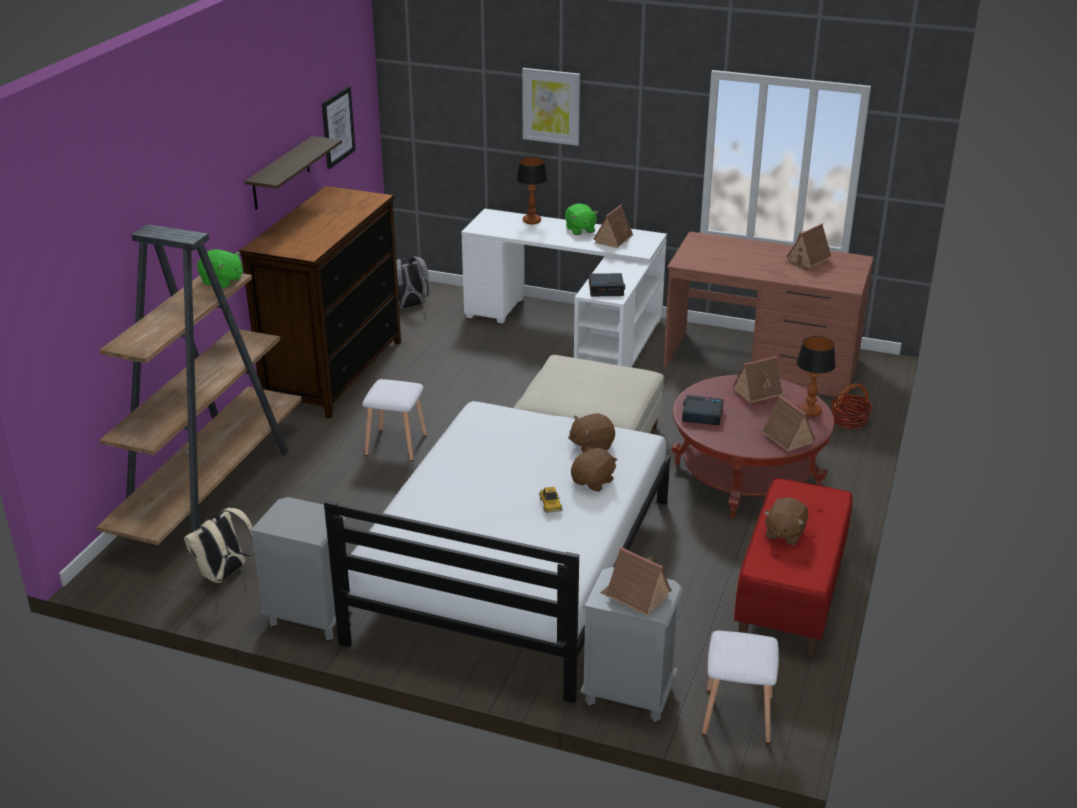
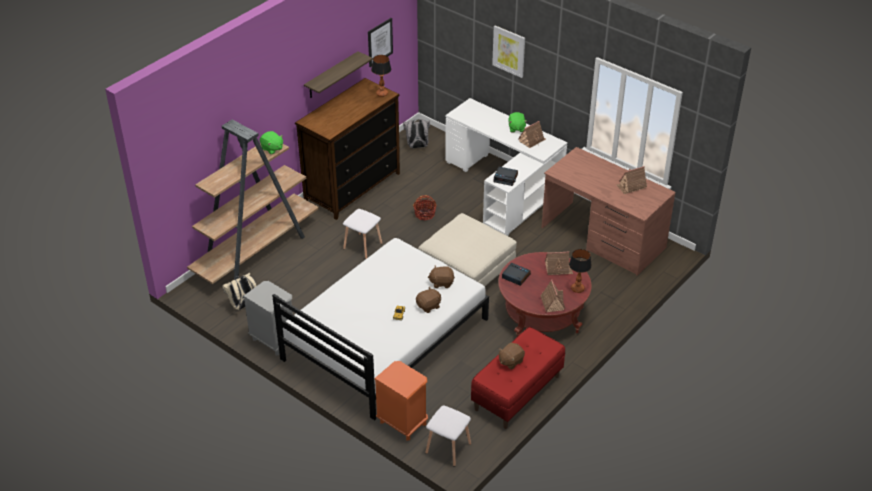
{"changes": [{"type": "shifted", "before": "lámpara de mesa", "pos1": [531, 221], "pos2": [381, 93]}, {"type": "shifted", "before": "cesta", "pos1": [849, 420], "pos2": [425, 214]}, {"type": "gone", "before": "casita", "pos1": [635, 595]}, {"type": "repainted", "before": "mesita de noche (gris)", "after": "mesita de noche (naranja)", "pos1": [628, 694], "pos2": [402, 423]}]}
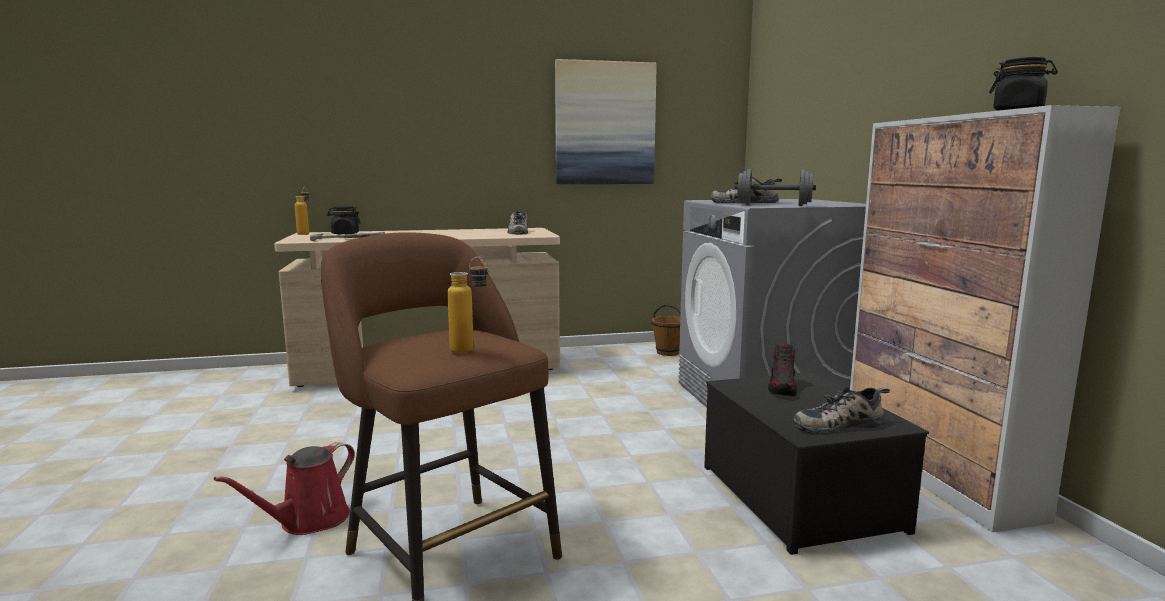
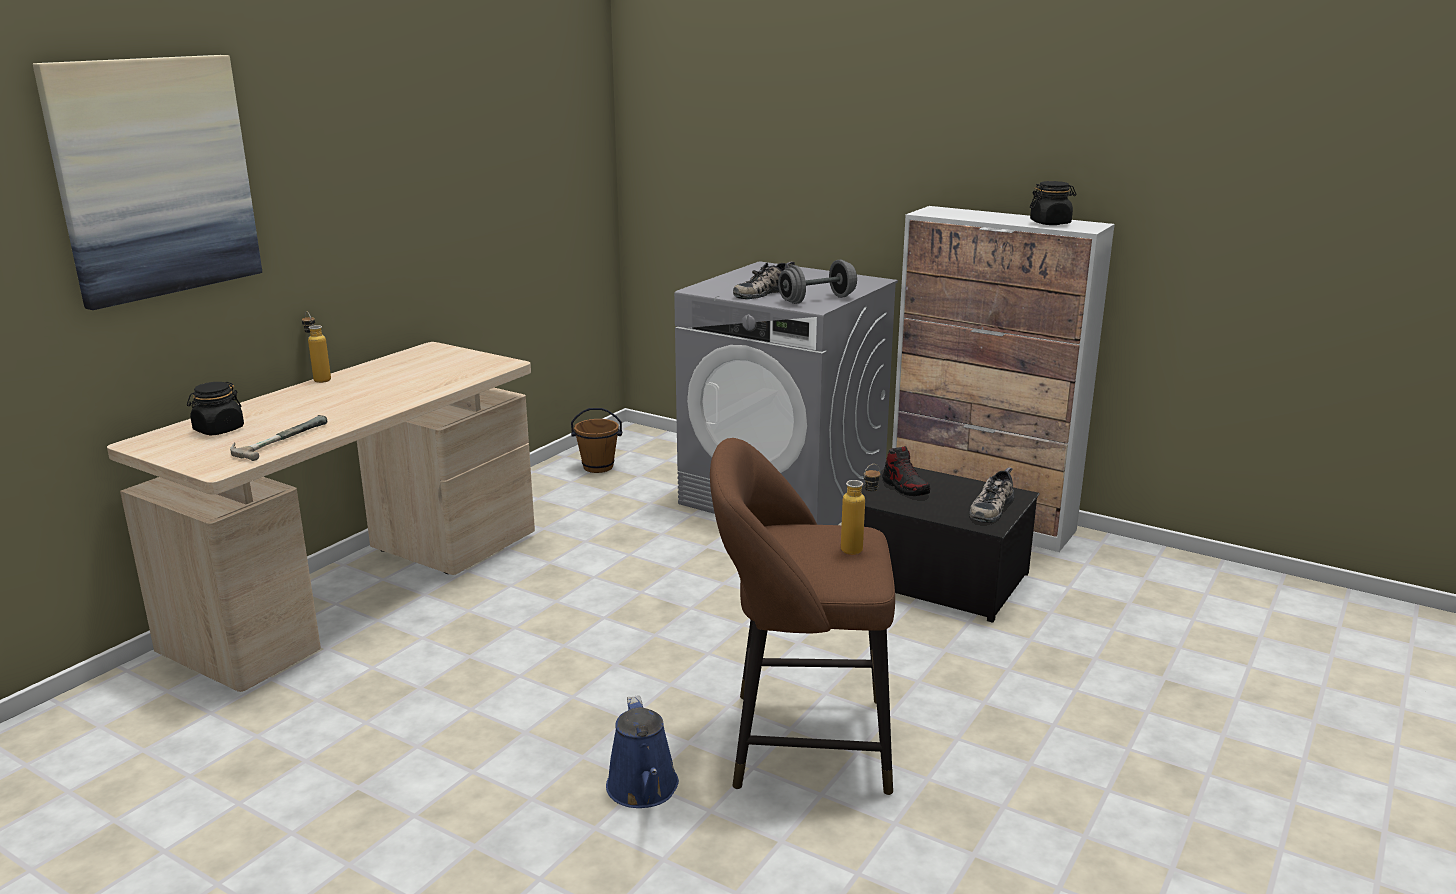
{"changes": [{"type": "shifted", "before": "cuadro", "pos1": [605, 124], "pos2": [154, 178]}, {"type": "shifted", "before": "botella", "pos1": [305, 233], "pos2": [319, 379]}, {"type": "gone", "before": "zapato", "pos1": [517, 232]}, {"type": "repainted", "before": "regadera (rojo)", "after": "regadera (azul)", "pos1": [309, 521], "pos2": [643, 790]}]}
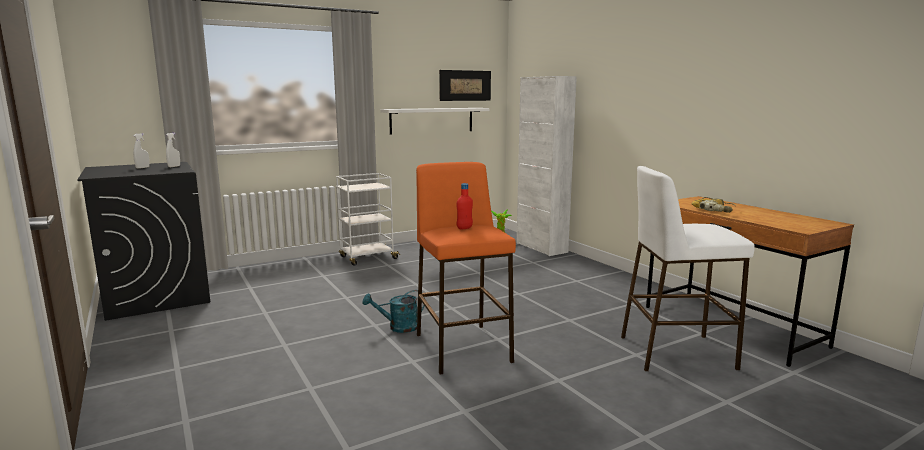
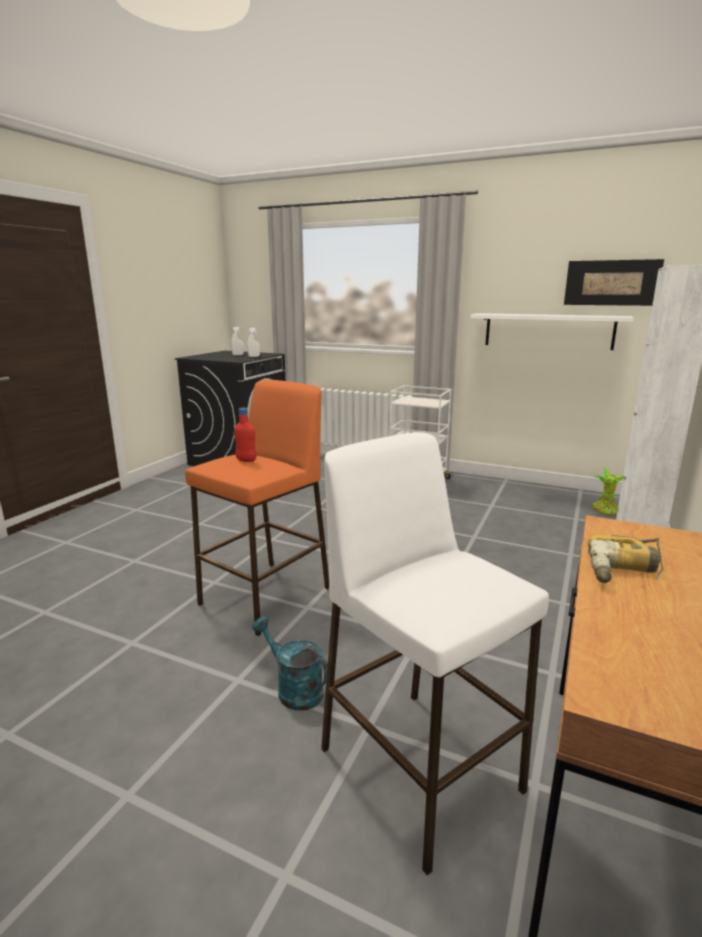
{"changes": [{"type": "shifted", "before": "regadera (turquesa)", "pos1": [398, 327], "pos2": [293, 689]}]}
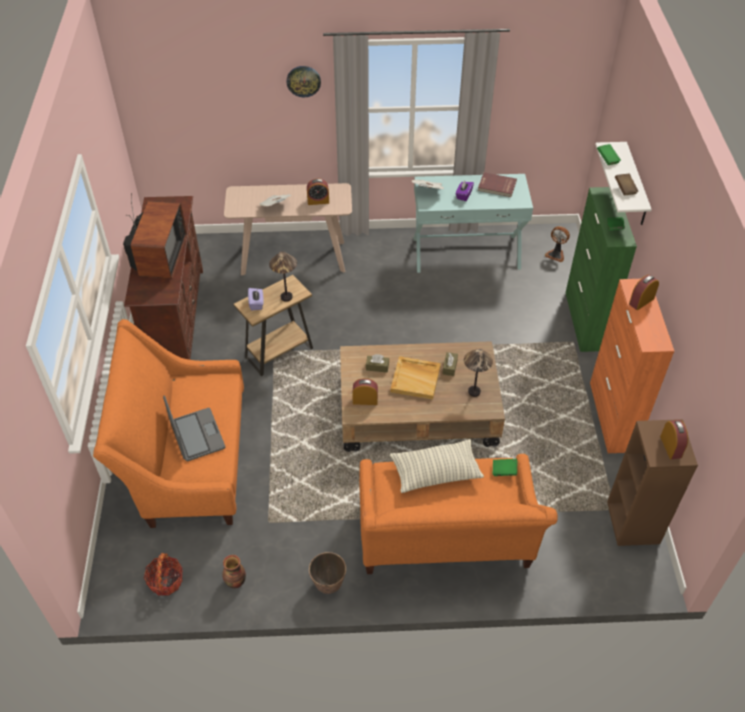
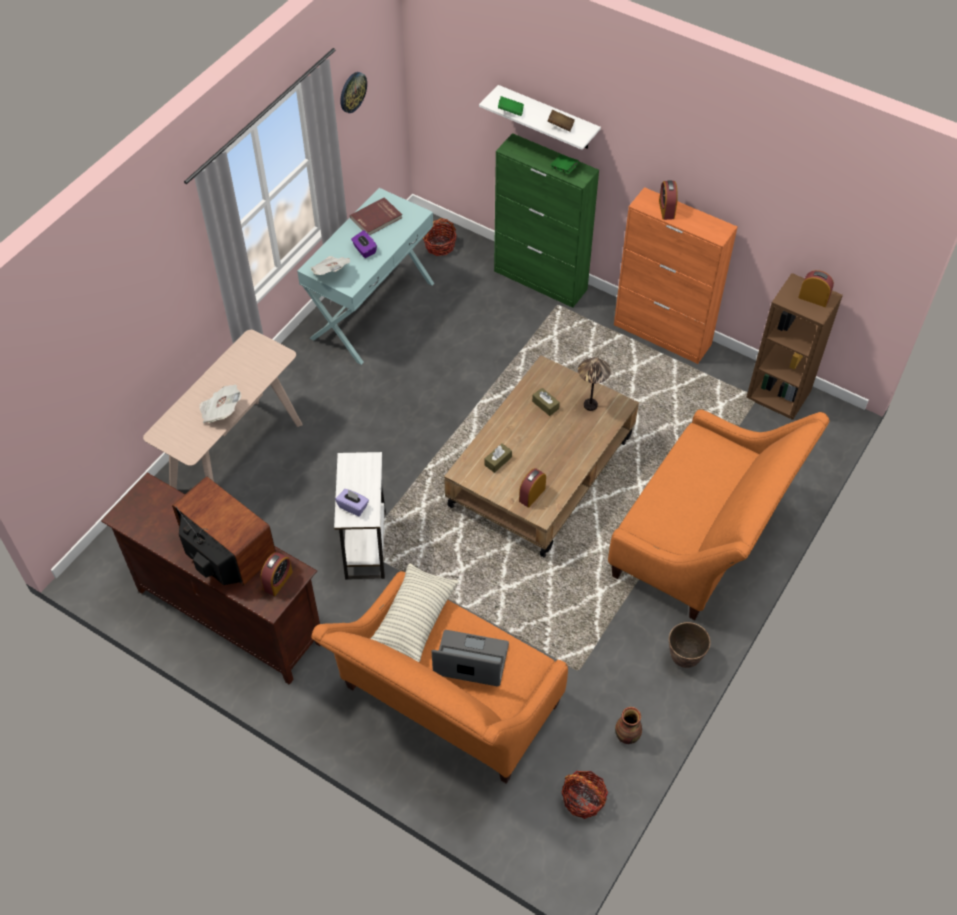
{"changes": [{"type": "shifted", "before": "reloj de pared", "pos1": [303, 81], "pos2": [352, 92]}, {"type": "shifted", "before": "despertador", "pos1": [318, 201], "pos2": [278, 581]}, {"type": "swapped", "before": "ventilador", "after": "cesta", "pos1": [556, 254], "pos2": [440, 246]}, {"type": "gone", "before": "lámpara de mesa", "pos1": [286, 297]}, {"type": "repainted", "before": "mesa auxiliar (marrón)", "after": "mesa auxiliar (blanco)", "pos1": [279, 353], "pos2": [365, 545]}, {"type": "gone", "before": "bandeja (beis)", "pos1": [416, 379]}, {"type": "shifted", "before": "cojín", "pos1": [435, 472], "pos2": [414, 619]}, {"type": "gone", "before": "libro (verde)", "pos1": [504, 471]}]}
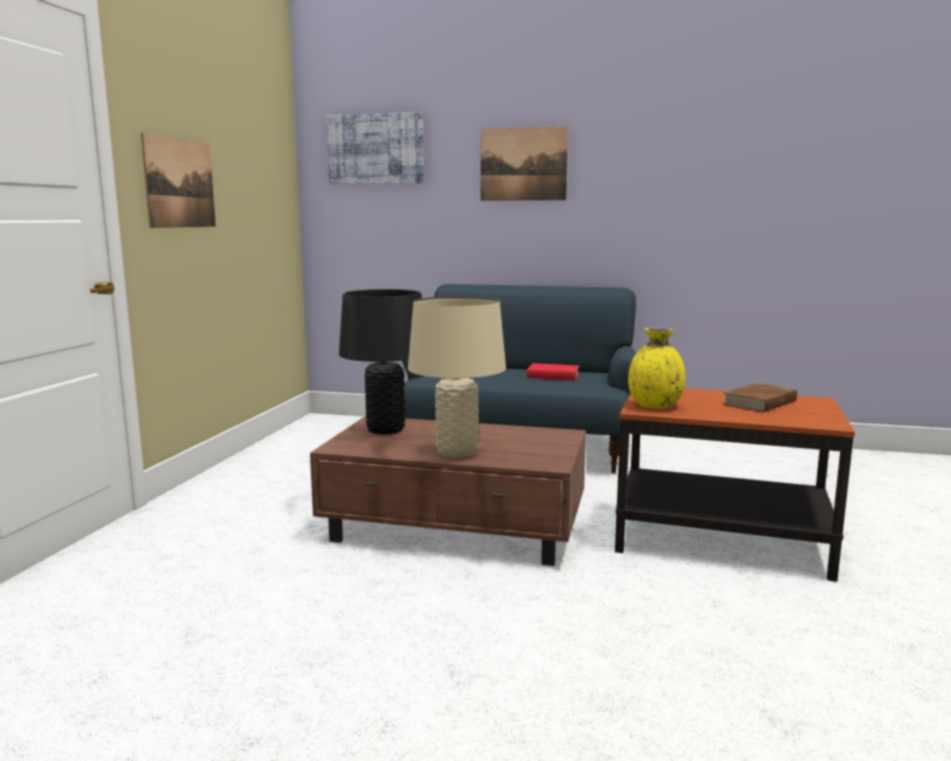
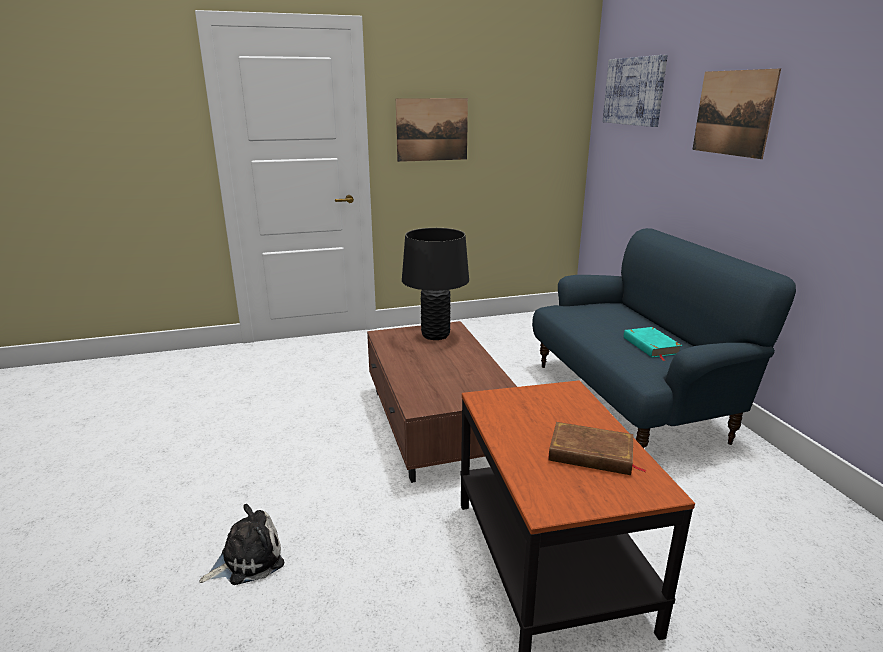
{"changes": [{"type": "gone", "before": "lámpara de mesa (beis)", "pos1": [457, 452]}, {"type": "gone", "before": "florero (amarillo)", "pos1": [655, 406]}, {"type": "repainted", "before": "libro (rojo)", "after": "libro (turquesa)", "pos1": [553, 376], "pos2": [651, 346]}, {"type": "new", "after": "peluche", "pos2": [247, 559]}]}
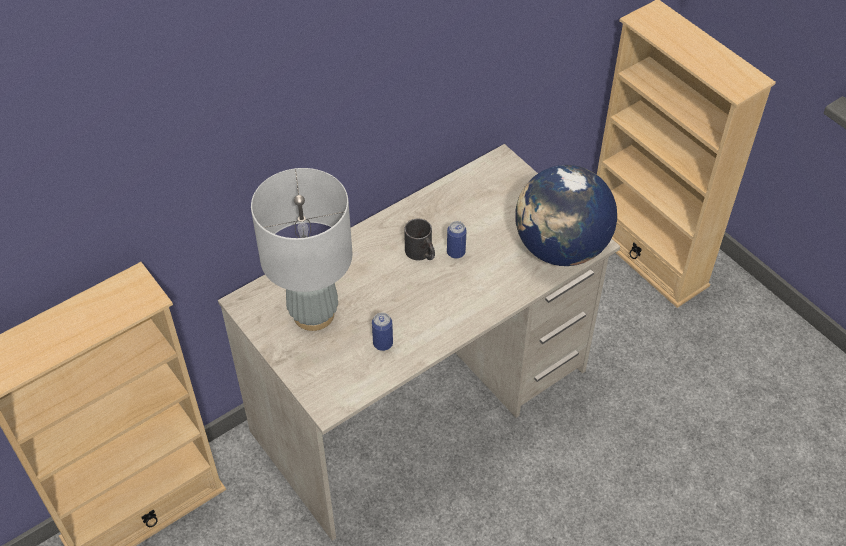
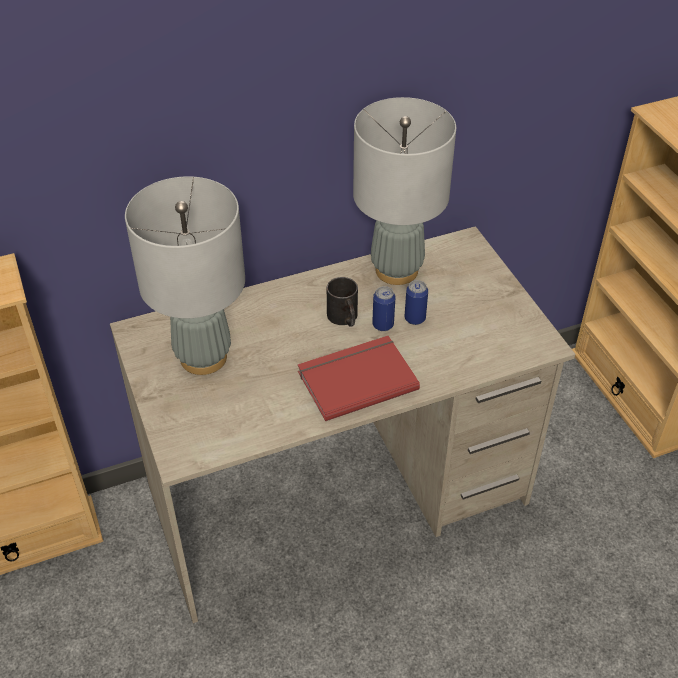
{"changes": [{"type": "gone", "before": "globo terráqueo", "pos1": [560, 248]}, {"type": "shifted", "before": "lata", "pos1": [383, 344], "pos2": [415, 318]}, {"type": "new", "after": "lámpara de mesa (gris)", "pos2": [396, 270]}, {"type": "new", "after": "libro (rojo)", "pos2": [355, 378]}]}
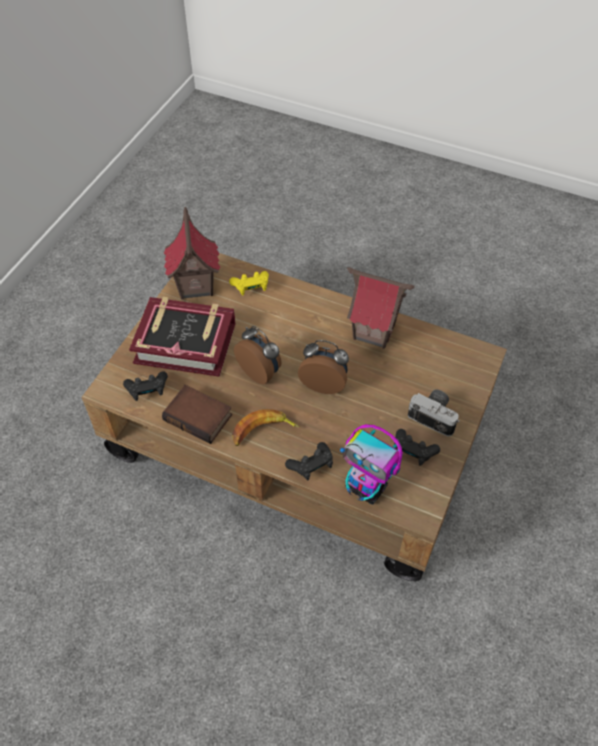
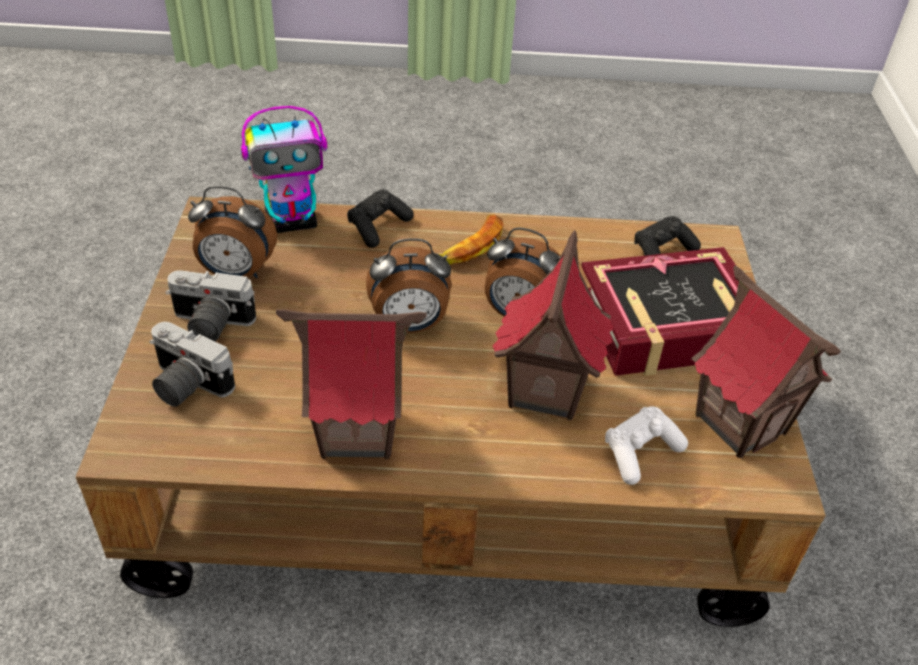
{"changes": [{"type": "repainted", "before": "mando de consola (amarillo)", "after": "mando de consola (blanco)", "pos1": [251, 287], "pos2": [640, 453]}, {"type": "gone", "before": "libro", "pos1": [200, 417]}, {"type": "rotated", "before": "robot de juguete", "pos1": [367, 488], "pos2": [292, 222], "turn": 150}, {"type": "swapped", "before": "mando de consola (negro)", "after": "despertador", "pos1": [413, 451], "pos2": [236, 273]}, {"type": "new", "after": "casita", "pos2": [544, 391]}, {"type": "new", "after": "cámara", "pos2": [185, 386]}]}
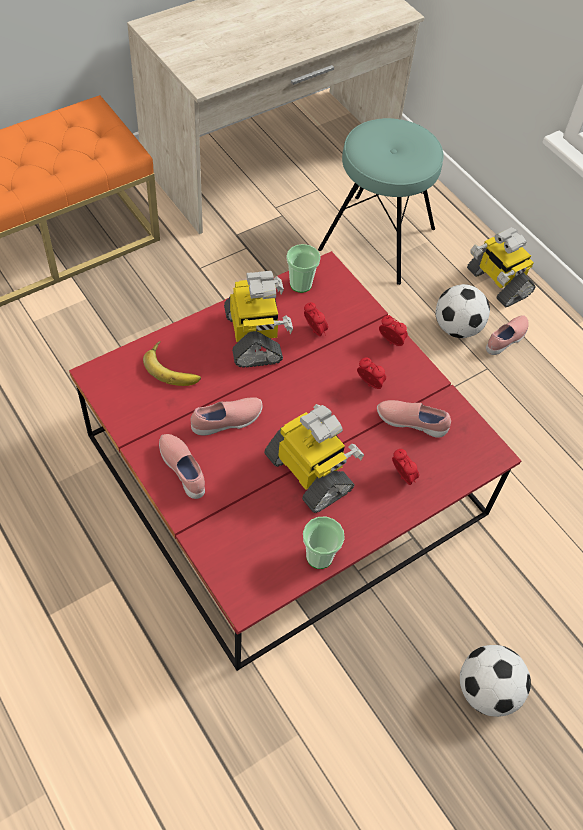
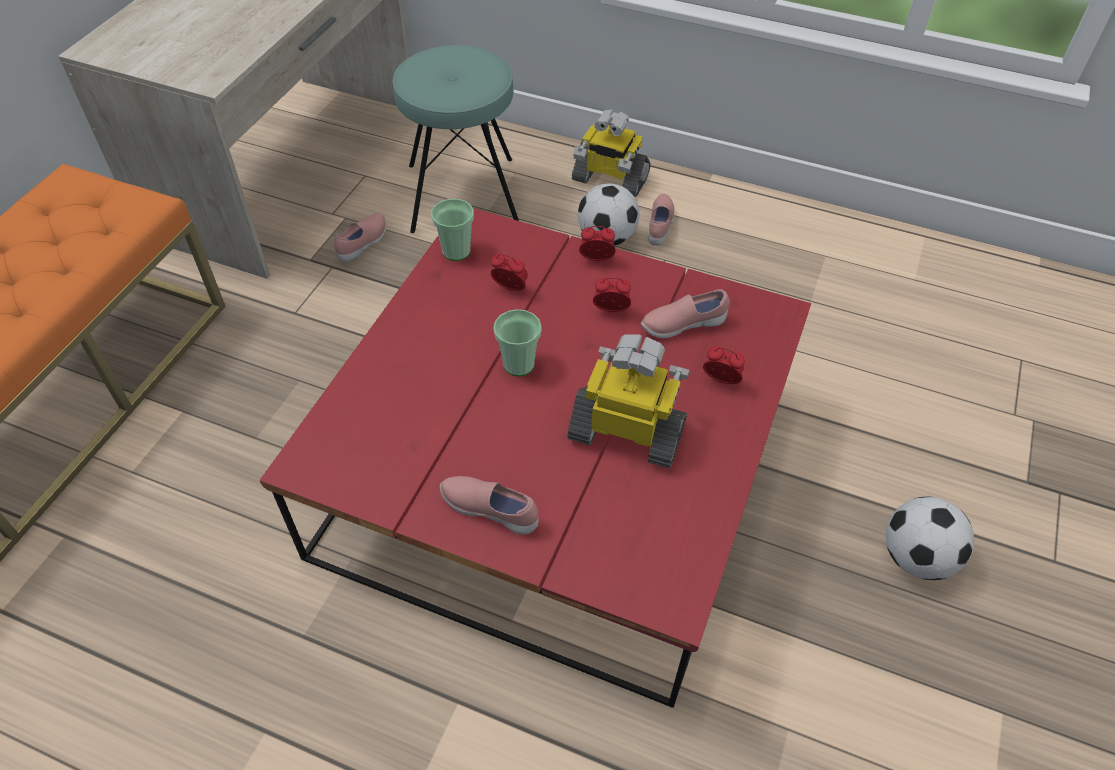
{"changes": [{"type": "gone", "before": "robot de juguete", "pos1": [254, 337]}, {"type": "gone", "before": "plátano", "pos1": [173, 367]}, {"type": "shifted", "before": "zapato (rosa)", "pos1": [227, 422], "pos2": [363, 244]}, {"type": "shifted", "before": "taza", "pos1": [319, 556], "pos2": [518, 364]}]}
